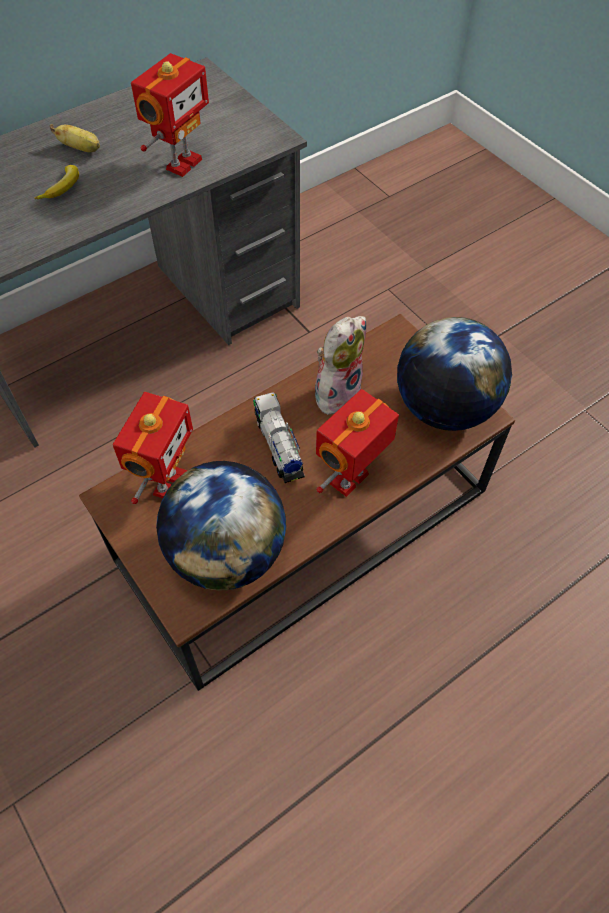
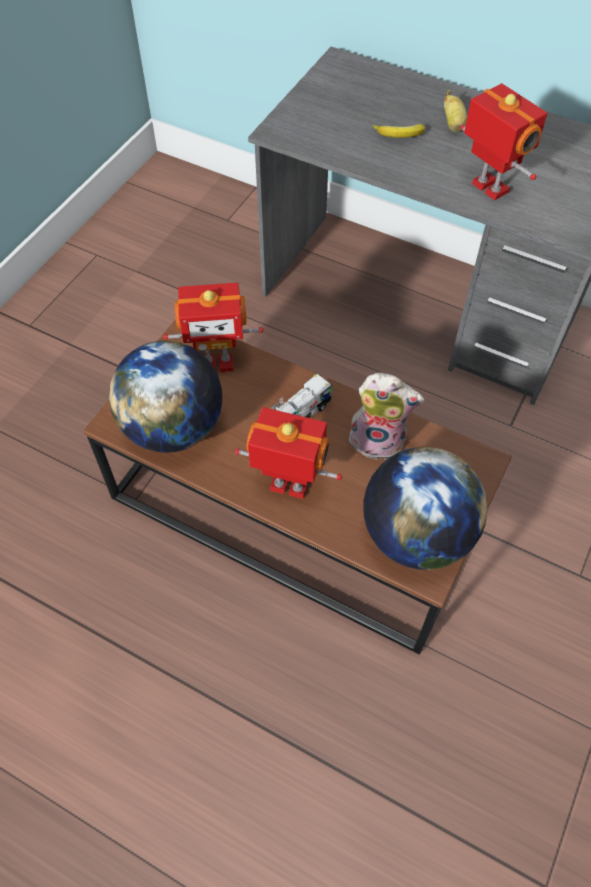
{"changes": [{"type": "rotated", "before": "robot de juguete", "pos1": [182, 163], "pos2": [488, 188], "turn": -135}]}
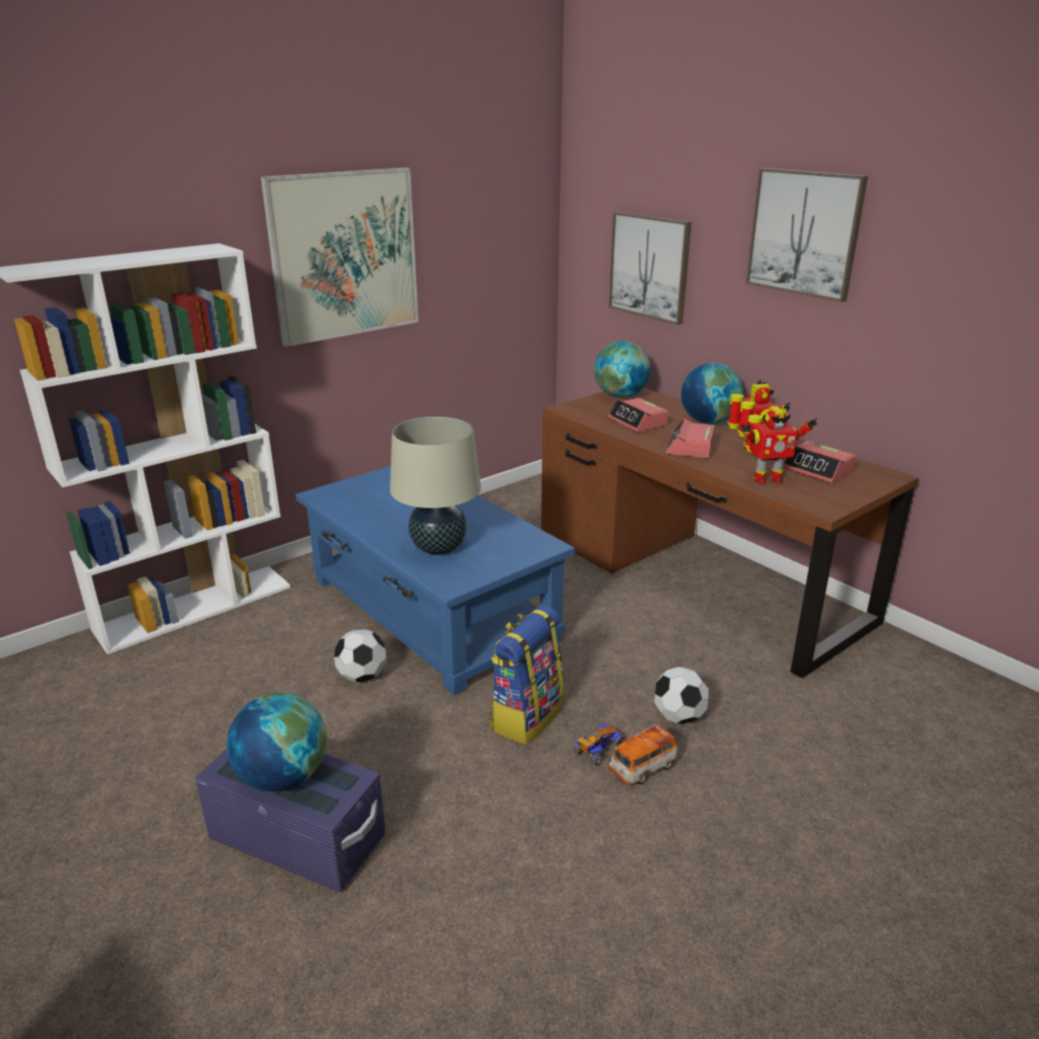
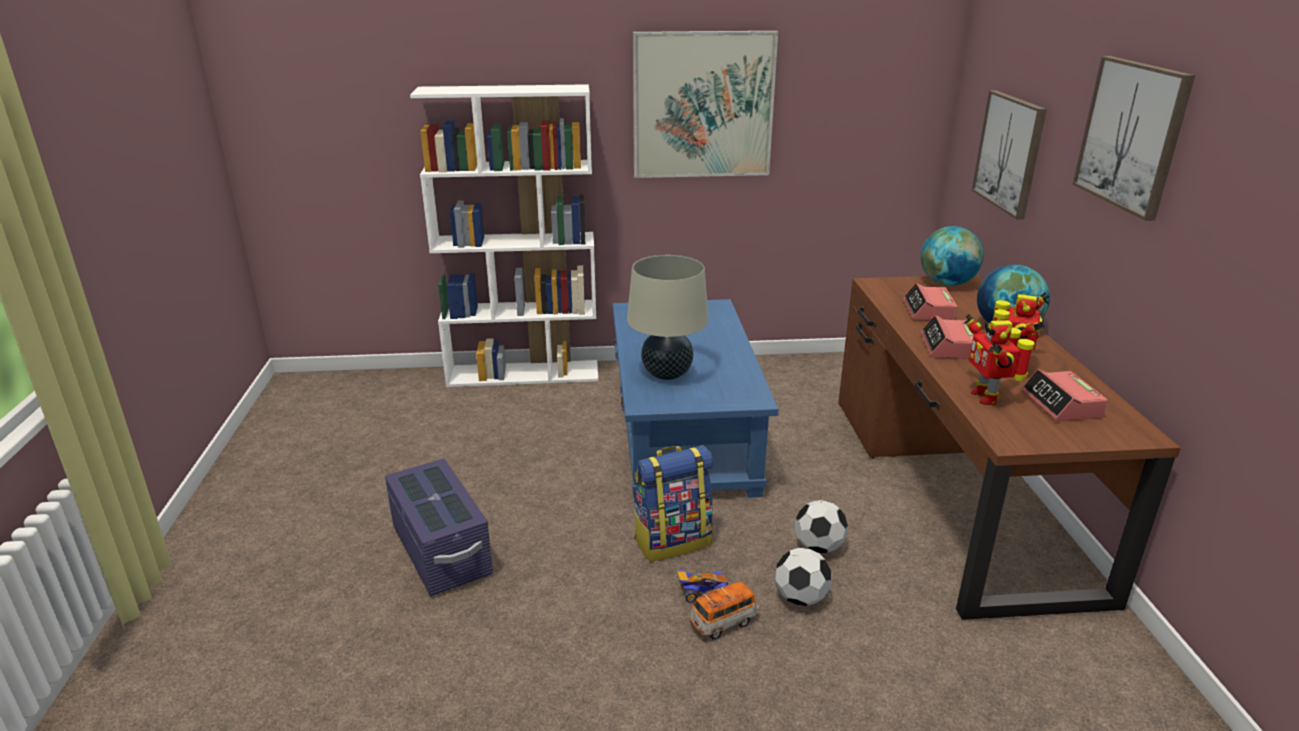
{"changes": [{"type": "rotated", "before": "robot de juguete", "pos1": [766, 479], "pos2": [986, 397], "turn": 60}, {"type": "rotated", "before": "despertador", "pos1": [690, 447], "pos2": [948, 347], "turn": -45}, {"type": "shifted", "before": "balón de fútbol", "pos1": [362, 676], "pos2": [818, 547]}, {"type": "gone", "before": "globo terráqueo", "pos1": [283, 777]}, {"type": "rotated", "before": "coche de juguete", "pos1": [643, 768], "pos2": [724, 622], "turn": 150}]}
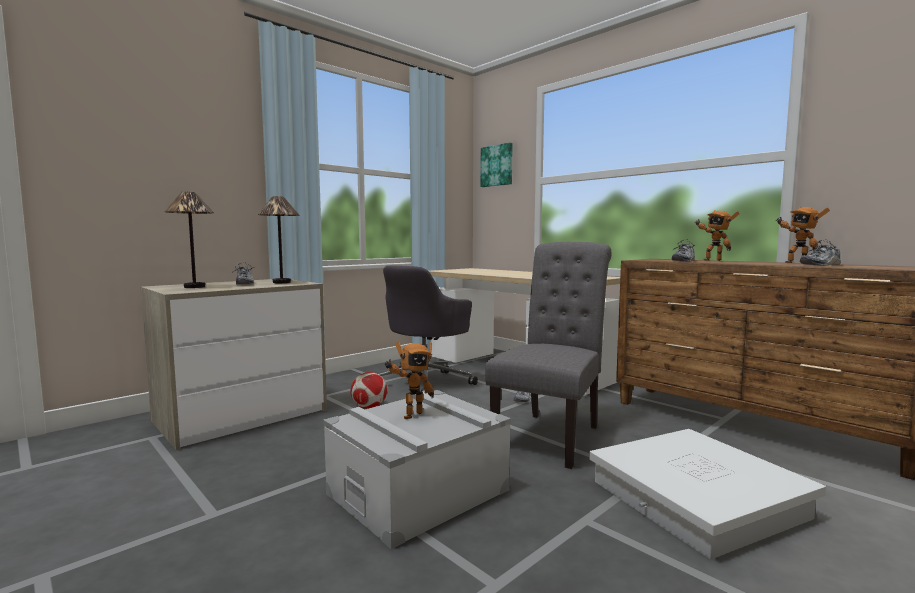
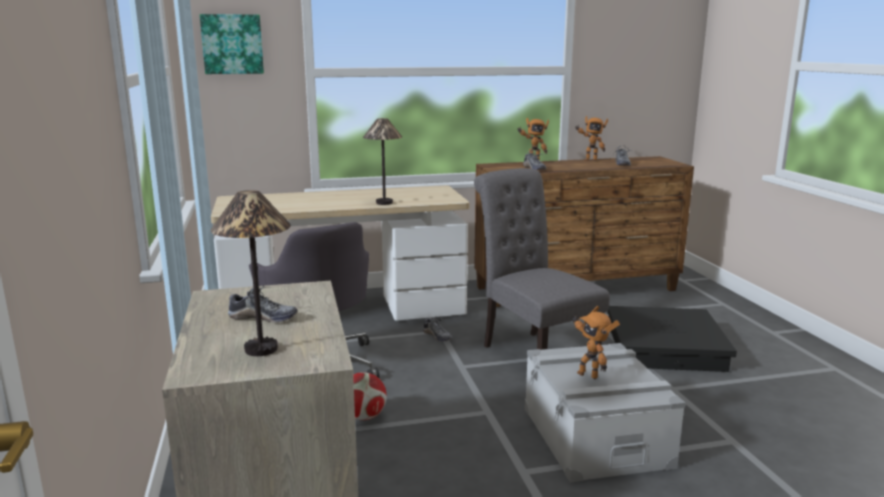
{"changes": [{"type": "shifted", "before": "lámpara de mesa", "pos1": [282, 282], "pos2": [384, 203]}, {"type": "rotated", "before": "robot de juguete", "pos1": [410, 415], "pos2": [589, 374], "turn": 150}, {"type": "repainted", "before": "caja de almacenaje (blanco)", "after": "caja de almacenaje (negro)", "pos1": [695, 498], "pos2": [664, 347]}]}
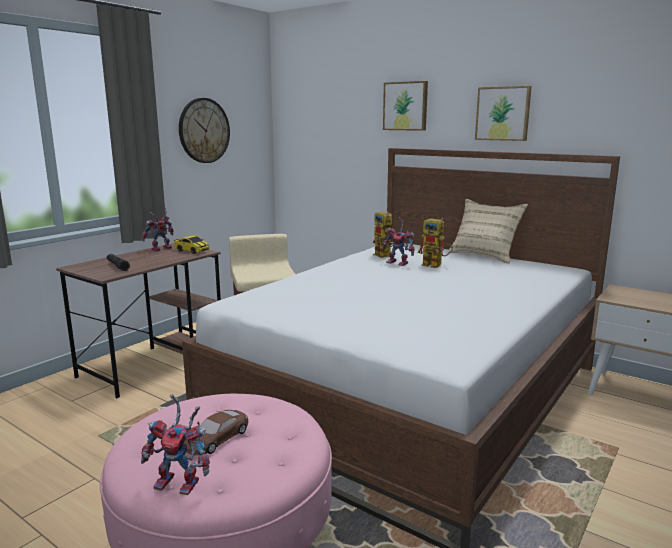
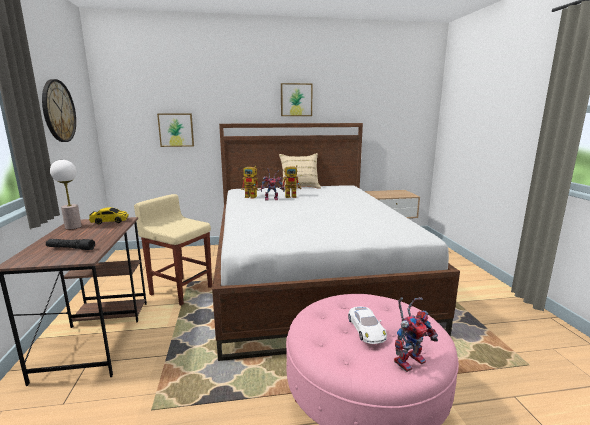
{"changes": [{"type": "shifted", "before": "cuadro", "pos1": [406, 106], "pos2": [176, 130]}, {"type": "swapped", "before": "robot de juguete", "after": "lámpara de mesa", "pos1": [160, 249], "pos2": [73, 227]}, {"type": "repainted", "before": "coche de juguete (marrón)", "after": "coche de juguete (blanco)", "pos1": [216, 438], "pos2": [366, 329]}]}
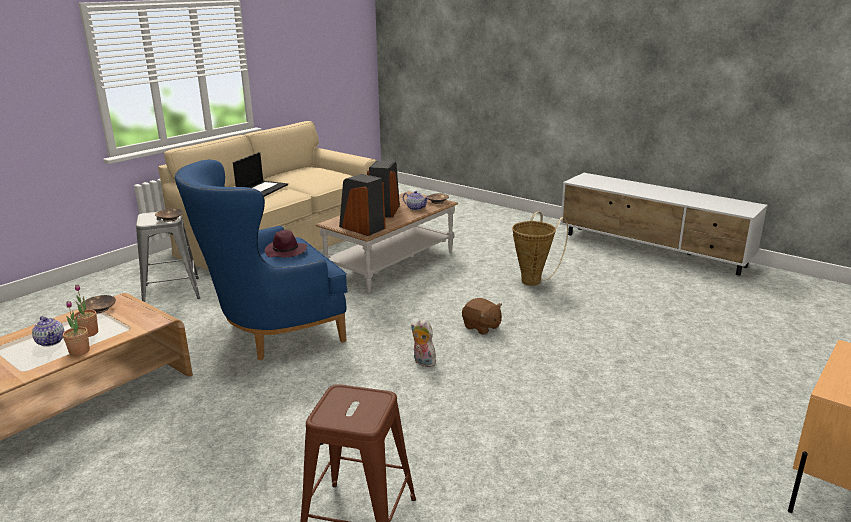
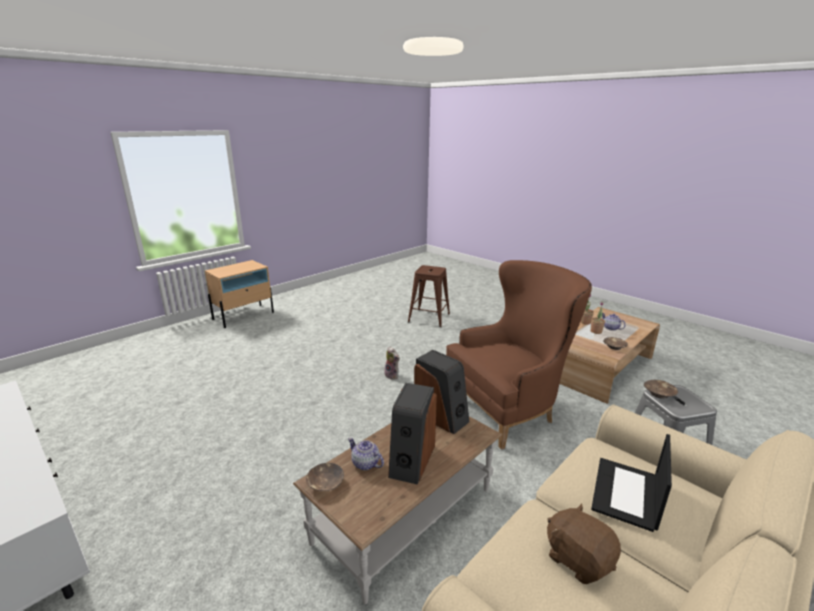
{"changes": [{"type": "repainted", "before": "sillón (azul)", "after": "sillón (marrón)", "pos1": [271, 333], "pos2": [509, 408]}, {"type": "gone", "before": "cesta", "pos1": [534, 280]}, {"type": "gone", "before": "sombrero (morado)", "pos1": [286, 252]}, {"type": "shifted", "before": "peluche (marrón)", "pos1": [481, 327], "pos2": [578, 558]}]}
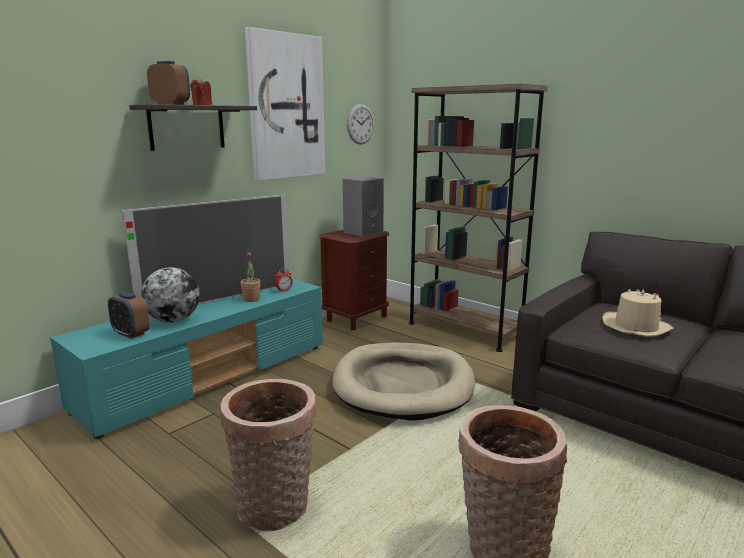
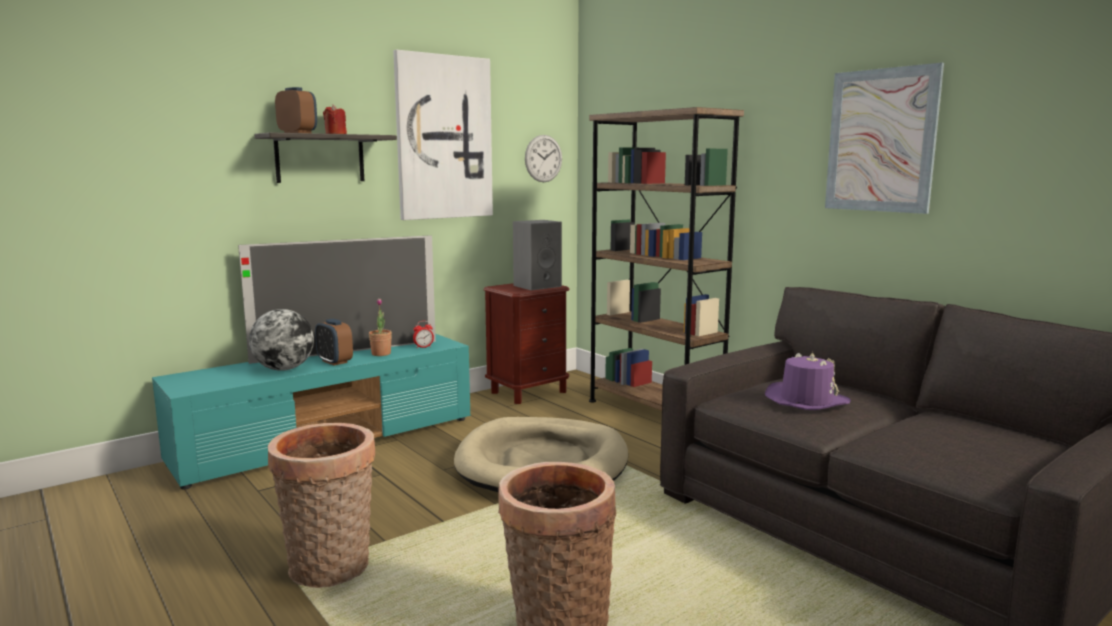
{"changes": [{"type": "repainted", "before": "sombrero (beis)", "after": "sombrero (morado)", "pos1": [635, 326], "pos2": [806, 400]}, {"type": "shifted", "before": "despertador", "pos1": [131, 333], "pos2": [334, 362]}, {"type": "new", "after": "cuadro", "pos2": [881, 140]}]}
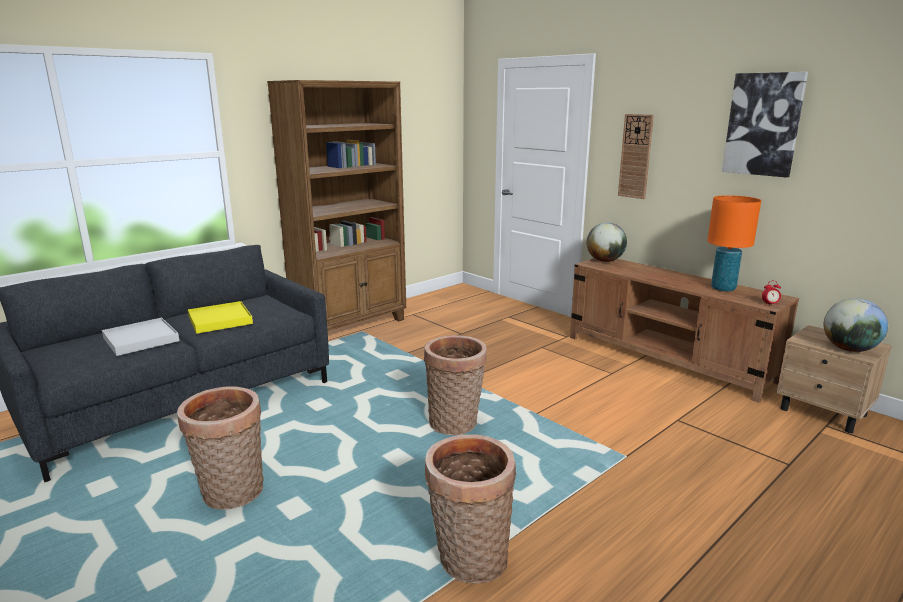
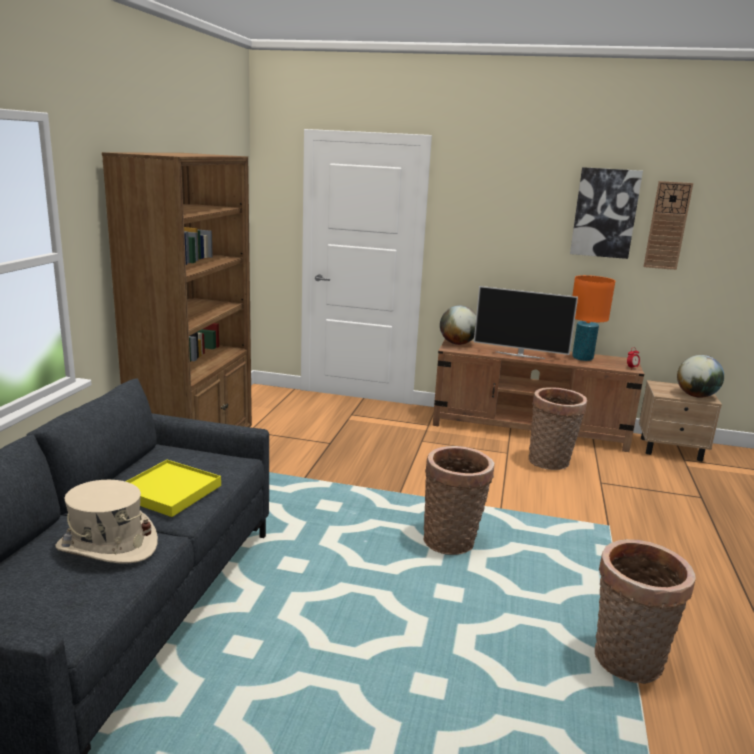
{"changes": [{"type": "shifted", "before": "reloj de pared", "pos1": [635, 156], "pos2": [667, 225]}, {"type": "swapped", "before": "bandeja (blanco)", "after": "sombrero (beis)", "pos1": [141, 339], "pos2": [107, 546]}, {"type": "shifted", "before": "cesta", "pos1": [232, 495], "pos2": [551, 462]}, {"type": "new", "after": "televisor", "pos2": [520, 355]}]}
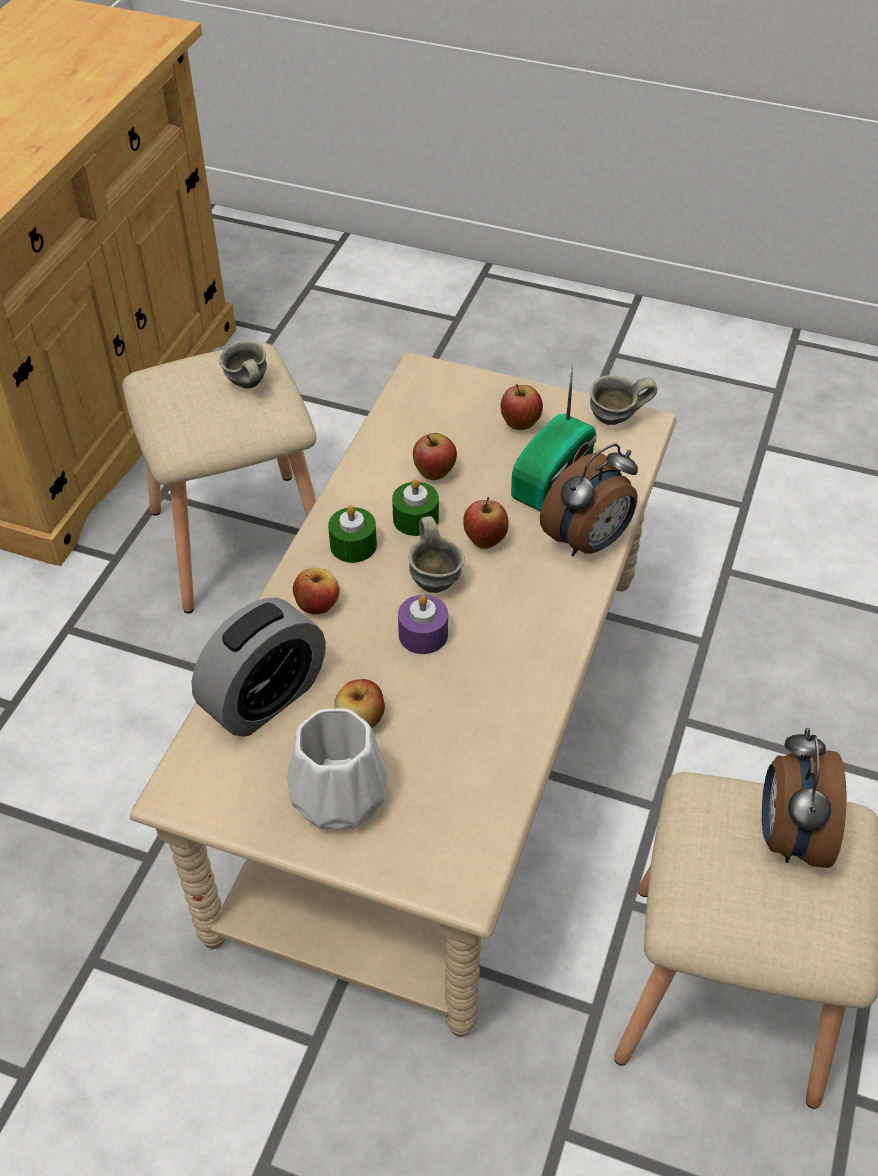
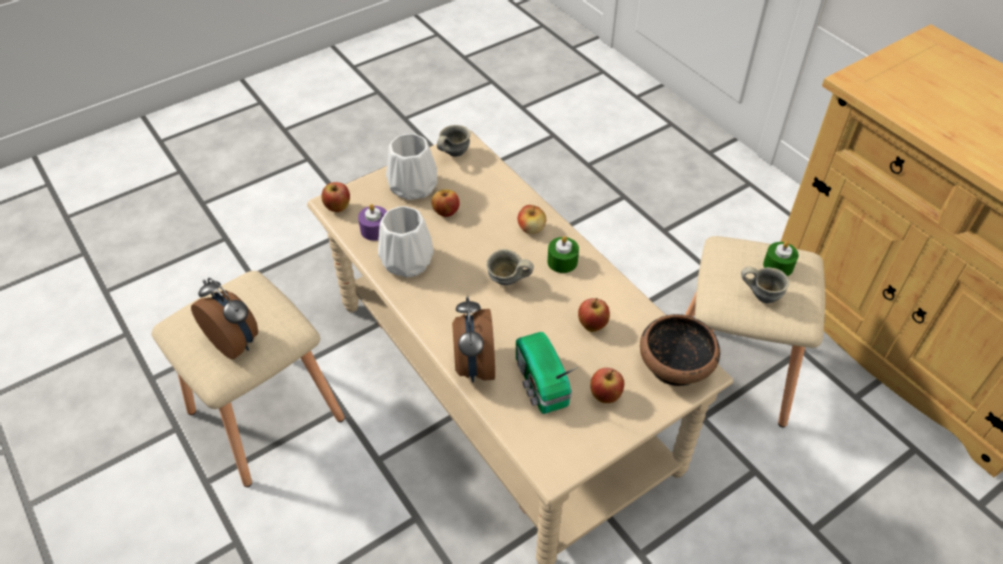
{"changes": [{"type": "shifted", "before": "taza grande (gris)", "pos1": [616, 421], "pos2": [452, 153]}, {"type": "shifted", "before": "vela (verde)", "pos1": [415, 519], "pos2": [778, 266]}, {"type": "shifted", "before": "manzana", "pos1": [485, 541], "pos2": [338, 208]}, {"type": "shifted", "before": "vela (morado)", "pos1": [423, 634], "pos2": [375, 230]}, {"type": "gone", "before": "despertador", "pos1": [265, 698]}, {"type": "new", "after": "florero (blanco)", "pos2": [408, 262]}, {"type": "new", "after": "cuenco", "pos2": [675, 366]}]}
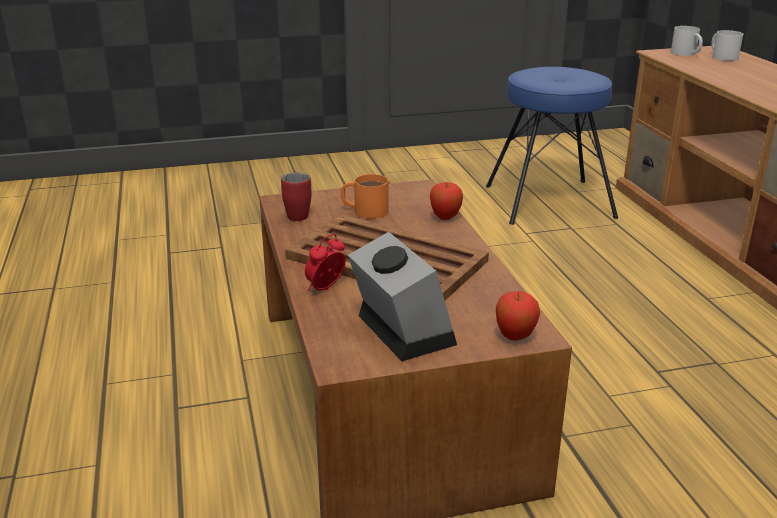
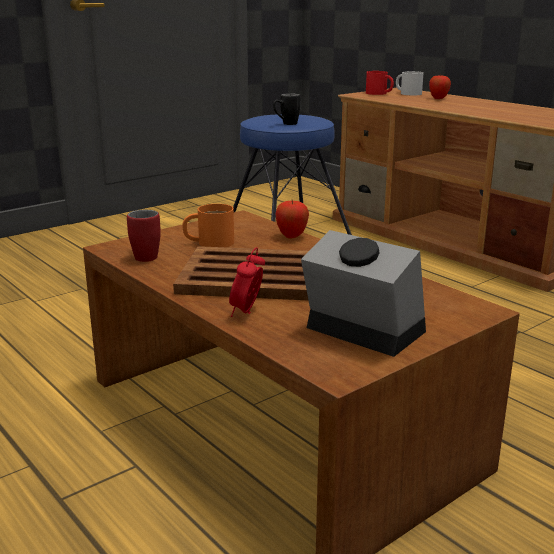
{"changes": [{"type": "repainted", "before": "taza grande (blanco)", "after": "taza grande (rojo)", "pos1": [686, 53], "pos2": [379, 93]}, {"type": "shifted", "before": "manzana", "pos1": [515, 337], "pos2": [438, 99]}, {"type": "new", "after": "taza grande (negro)", "pos2": [286, 124]}]}
